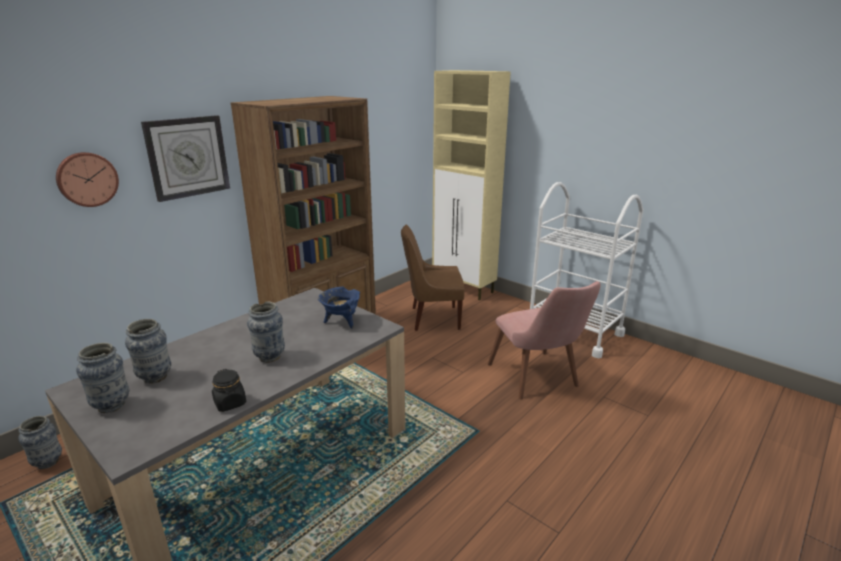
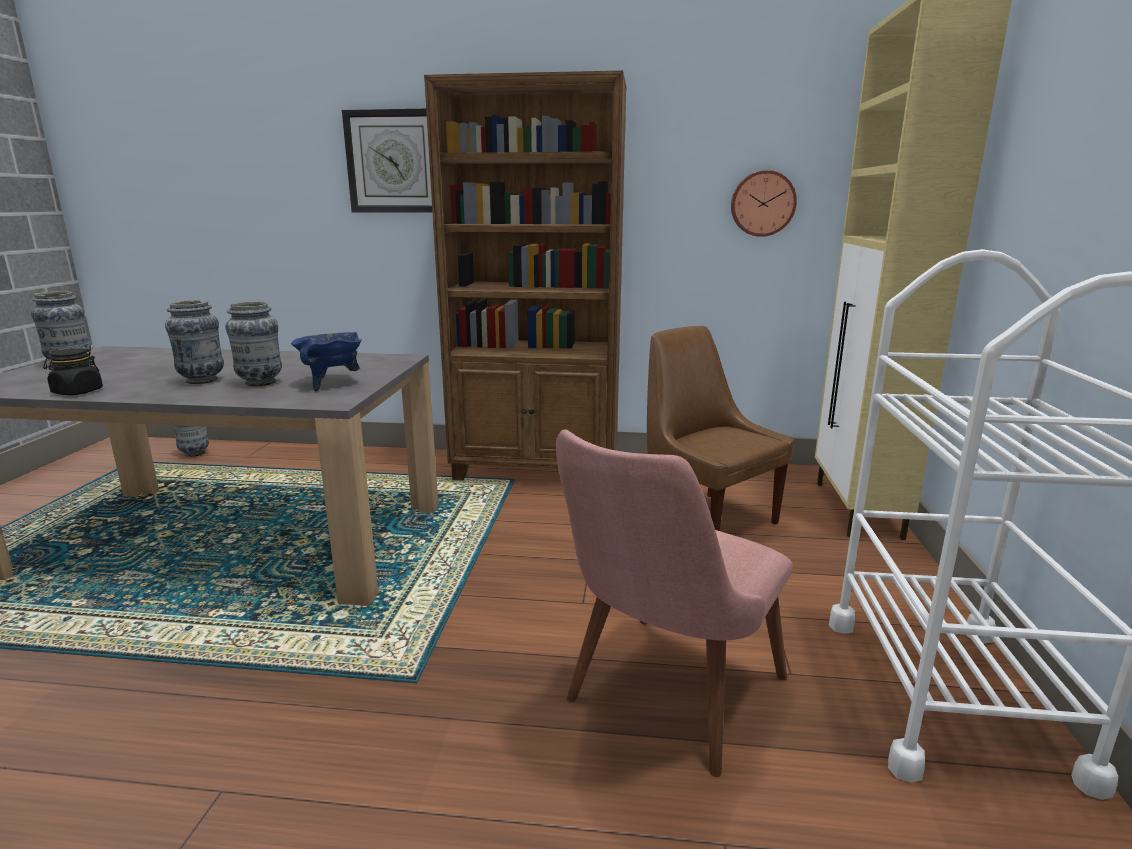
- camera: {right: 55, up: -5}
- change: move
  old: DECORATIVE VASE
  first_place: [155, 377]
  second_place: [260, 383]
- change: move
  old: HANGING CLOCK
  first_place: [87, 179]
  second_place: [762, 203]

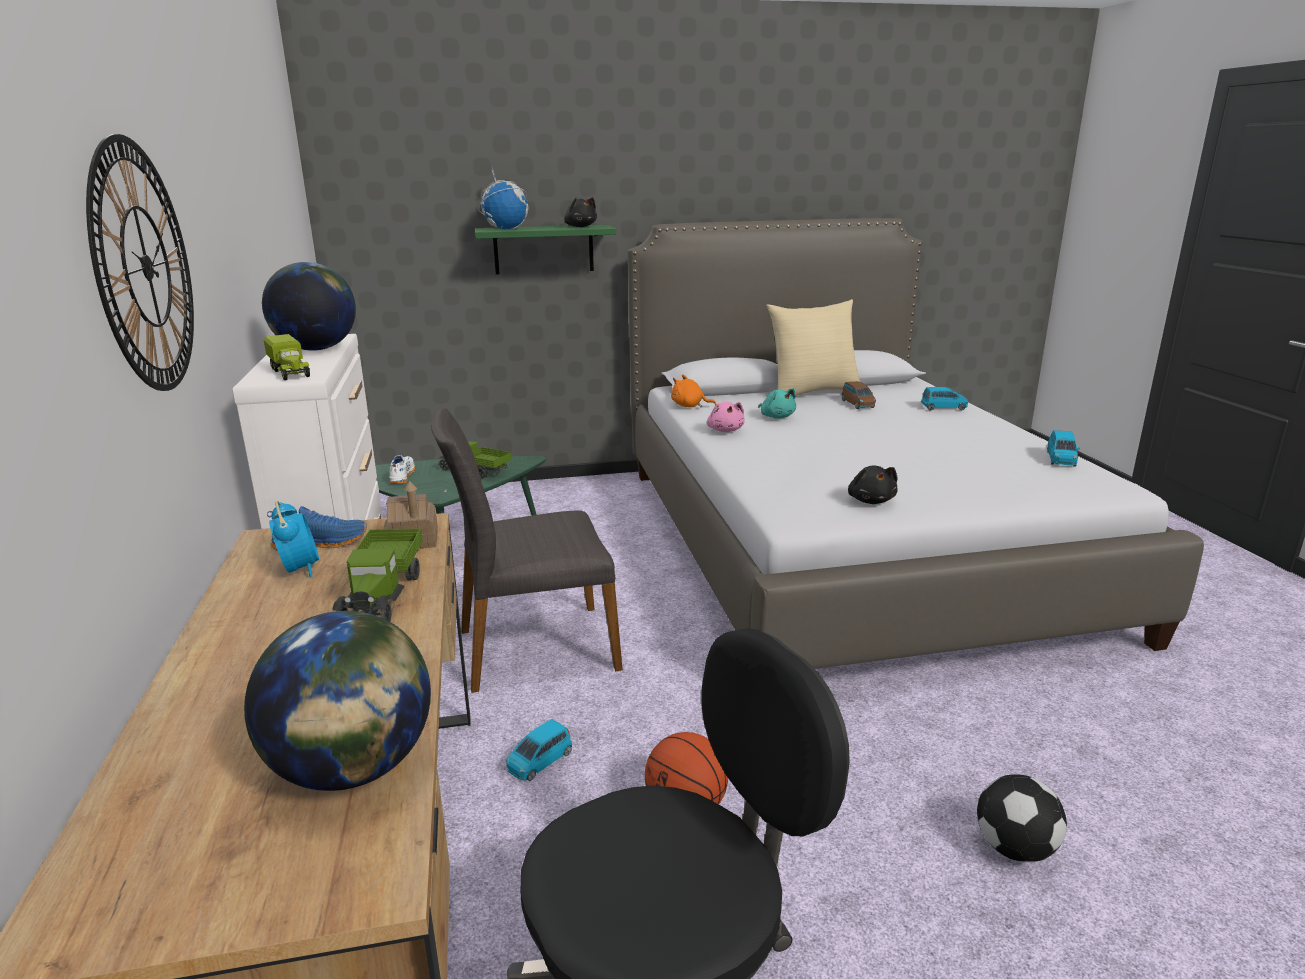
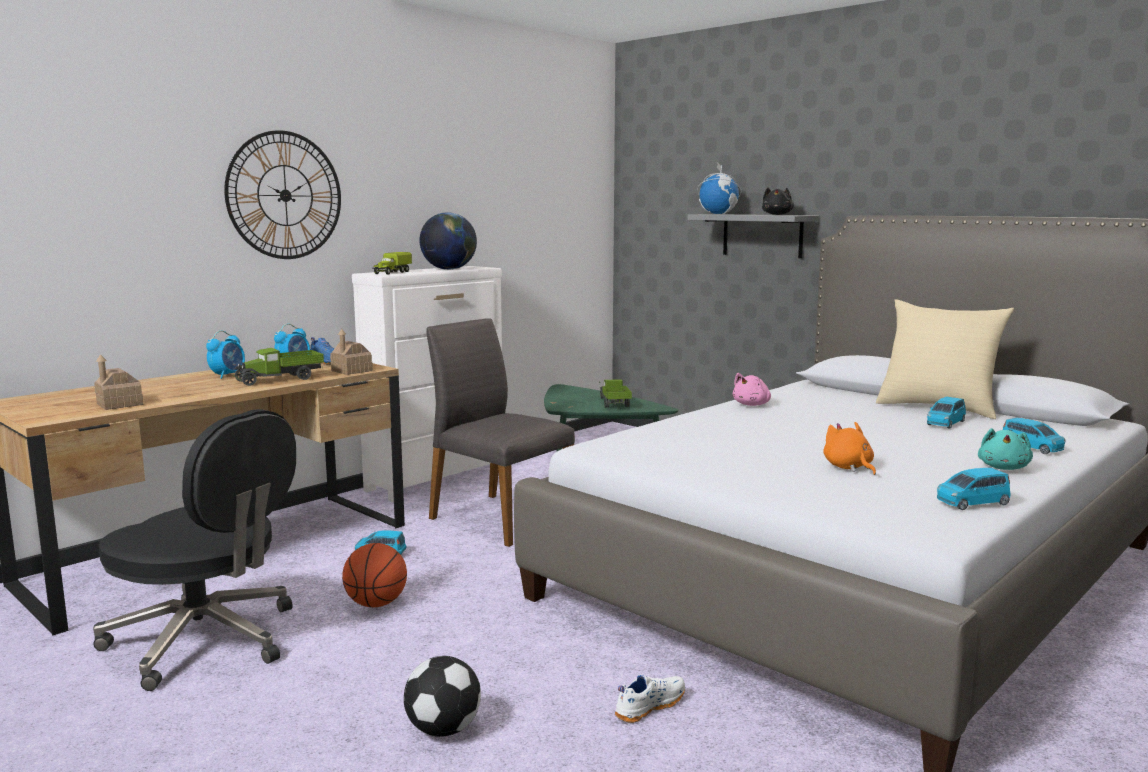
- camera: {right: 55, up: -10}
- change: replace
  old: WORLD GLOBE
  new: MINIATURE HOUSE
  first_place: [354, 768]
  second_place: [119, 404]
- change: insert
  new: TABLE CLOCK
  second_place: [228, 375]
- change: move
  old: WHITE-COLOURED SHOE
  first_place: [401, 476]
  second_place: [649, 706]
- change: recolor
  old: GREEN-COLOURED BRACKET SHELF
  new: GREYISH BRACKET SHELF
  first_place: [543, 249]
  second_place: [762, 235]
- change: move
  old: ORANGE SOFT TOY
  first_place: [689, 406]
  second_place: [849, 468]
- change: recolor
  old: BROWN-COLOURED MODEL CAR
  new: BLUE MODEL CAR
  first_place: [857, 404]
  second_place: [945, 423]
- change: move
  old: TURQUOISE-COLOURED SOFT TOY
  first_place: [776, 417]
  second_place: [1003, 468]
- change: delete
  old: BLACKISH SOFT TOY
  first_place: [871, 500]

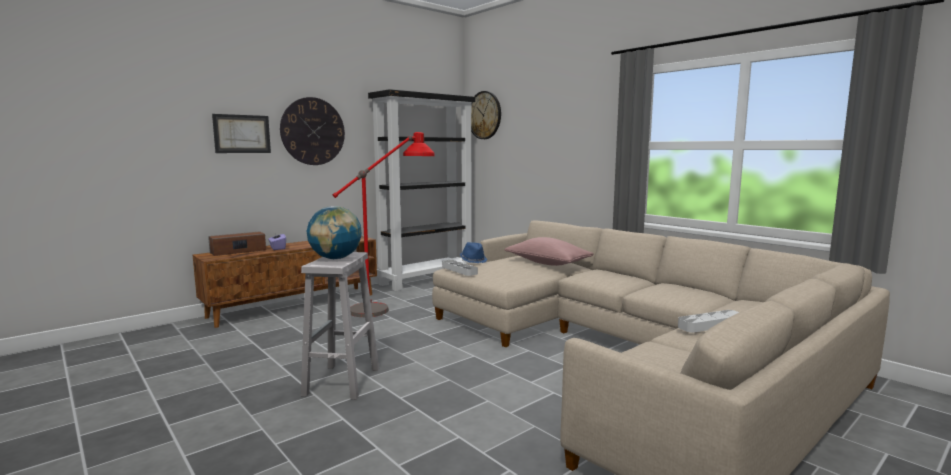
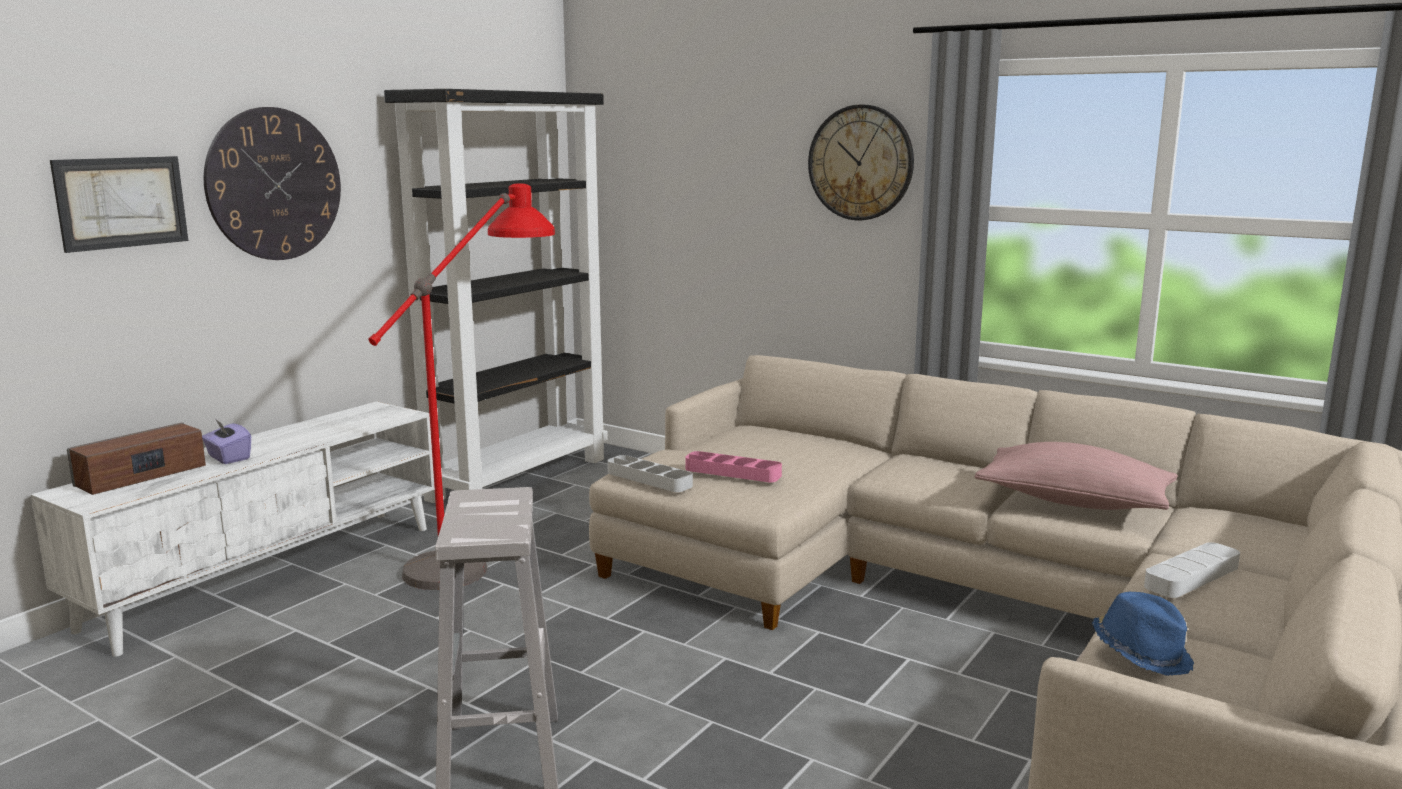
- camera: {right: -15, up: 5}
- change: recolor
  old: BROWN-COLOURED TV STAND
  new: WHITE-COLOURED TV STAND
  first_place: [295, 305]
  second_place: [269, 574]
- change: insert
  new: PINK SERVING TRAY
  second_place: [733, 472]
- change: move
  old: HANGING CLOCK
  first_place: [484, 115]
  second_place: [861, 163]
- change: move
  old: PINK THROW PILLOW
  first_place: [547, 263]
  second_place: [1073, 501]
- change: move
  old: BLUE CLOTHING HAT
  first_place: [473, 260]
  second_place: [1142, 653]
- change: delete
  old: WORLD GLOBE
  first_place: [336, 258]

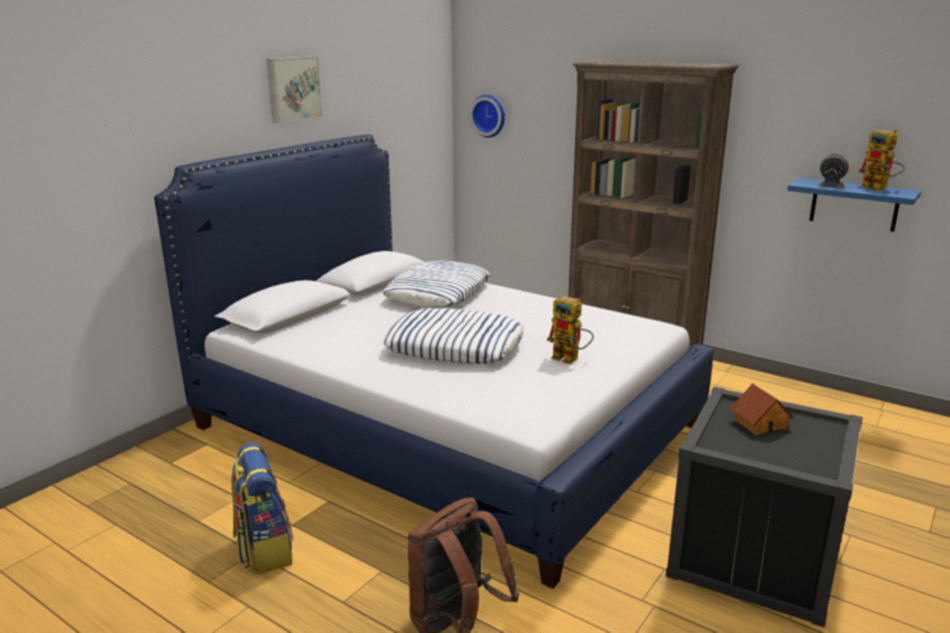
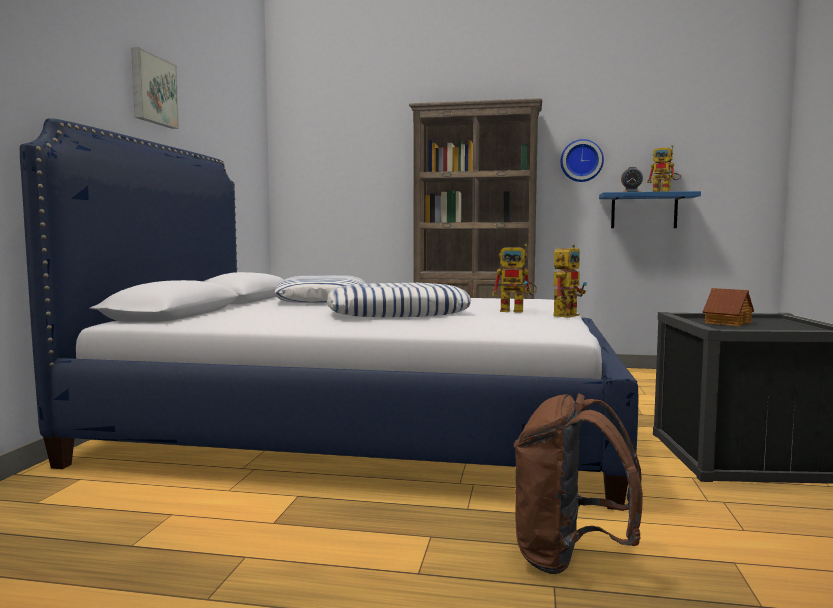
- camera: {right: -25, up: -15}
- change: insert
  new: ROBOT FIGURE
  second_place: [566, 314]
- change: move
  old: HANGING CLOCK
  first_place: [489, 115]
  second_place: [581, 161]
- change: delete
  old: KNAPSACK
  first_place: [264, 550]

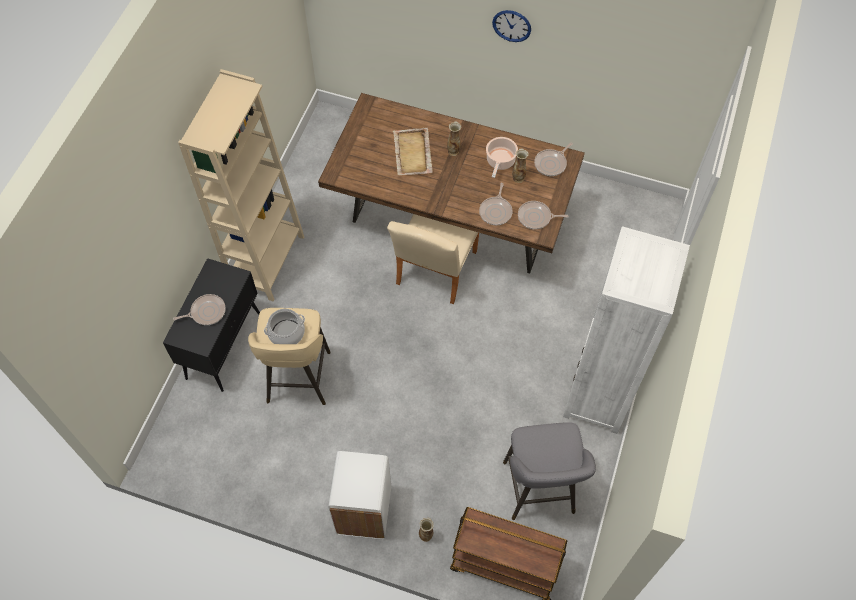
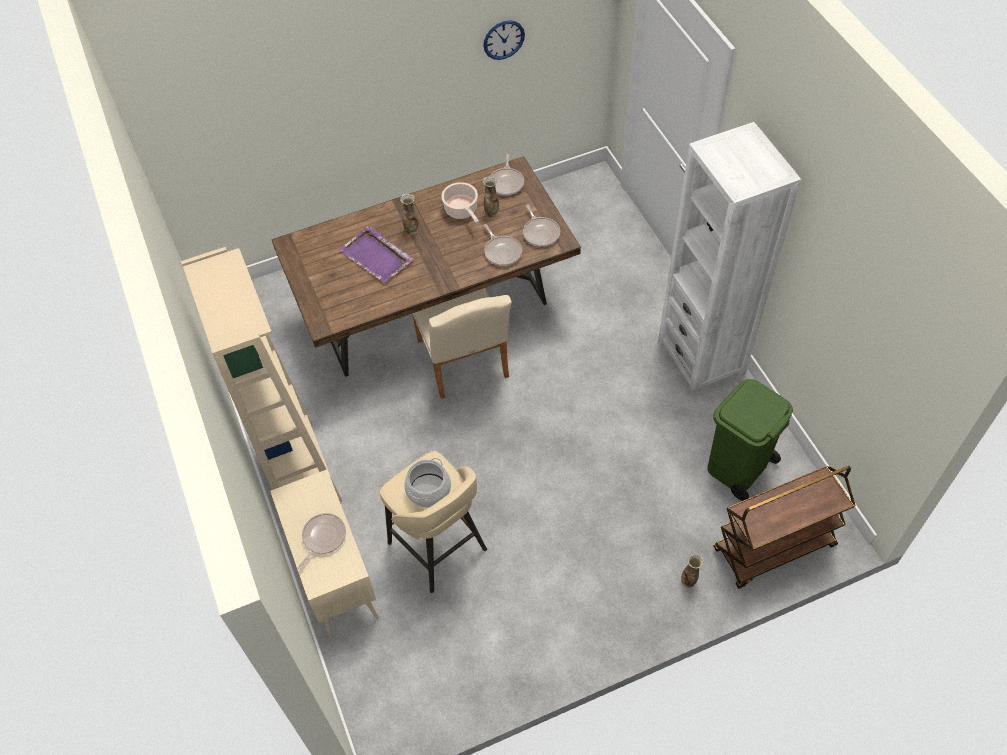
- camera: {right: -40, up: -5}
- change: recolor
  old: BLACKISH CABINET
  new: BEIGE-COLOURED CABINET
  first_place: [224, 345]
  second_place: [335, 577]
- change: recolor
  old: BEIGE-COLOURED SERVING TRAY
  new: PURPLE SERVING TRAY
  first_place: [412, 153]
  second_place: [377, 257]
- change: move
  old: HANGING CLOCK
  first_place: [512, 25]
  second_place: [503, 39]
- change: rotate
  old: SKILLET
  first_place: [536, 217]
  second_place: [540, 233]
  degrees: -75
- change: replace
  old: GREYISH SITTING STOOL
  new: GREEN-COLOURED WASTE BIN
  first_place: [539, 492]
  second_place: [737, 467]
- change: delete
  old: WHITE-COLOURED WASTE BIN
  first_place: [363, 511]

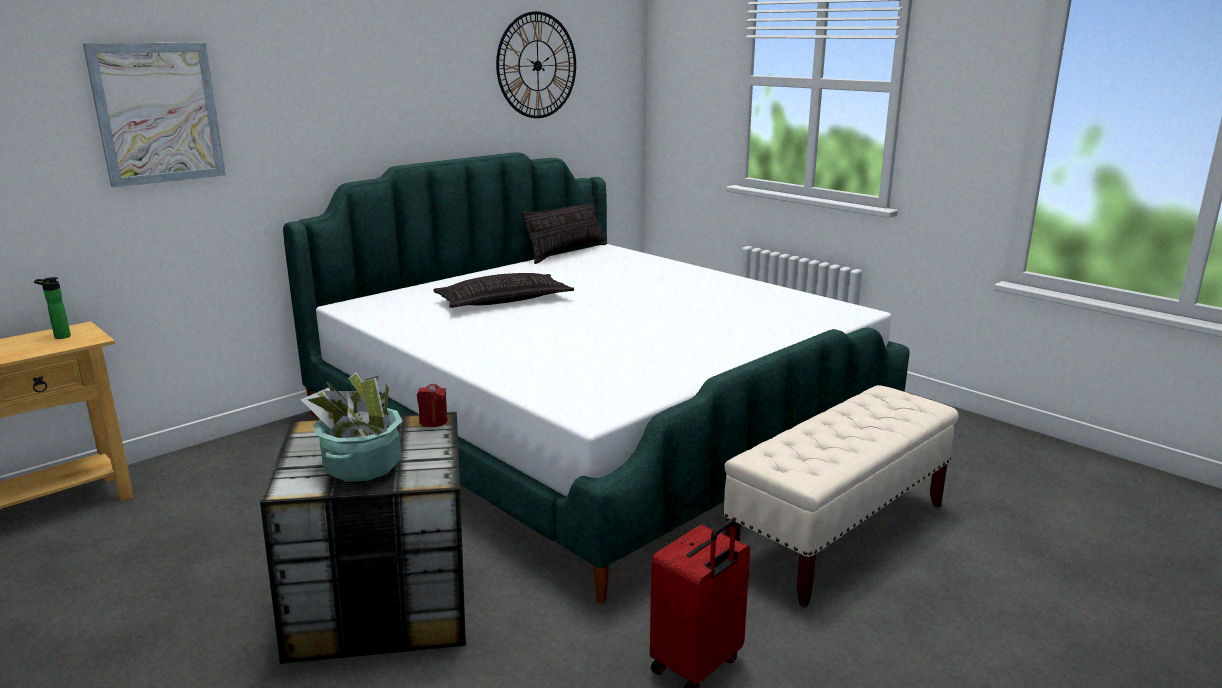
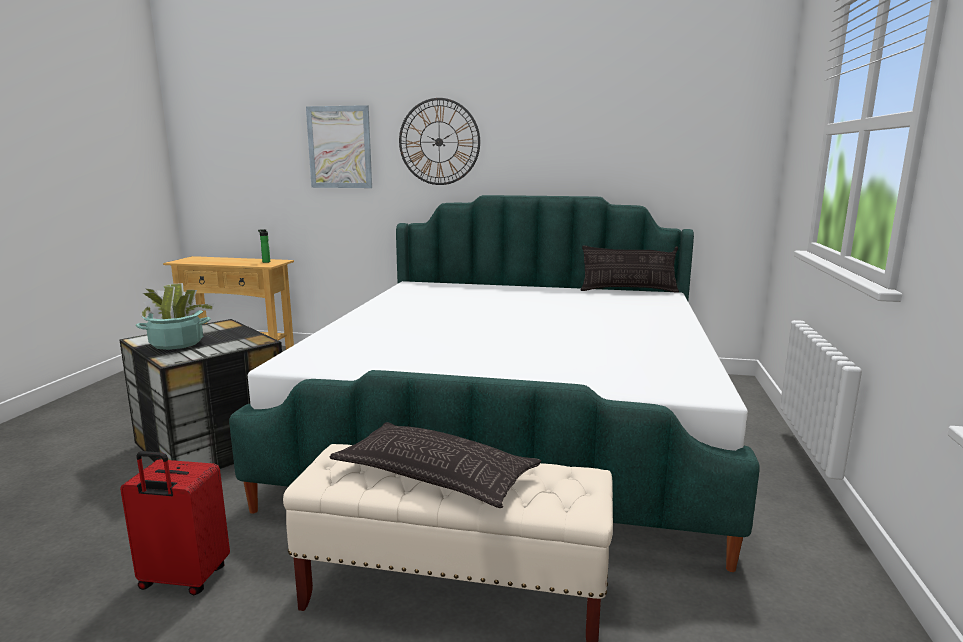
- camera: {right: 55, up: -5}
- change: move
  old: THROW PILLOW
  first_place: [504, 300]
  second_place: [435, 475]
- change: move
  old: HANGING CLOCK
  first_place: [537, 65]
  second_place: [439, 142]
- change: delete
  old: RED WAX CANDLE
  first_place: [433, 421]

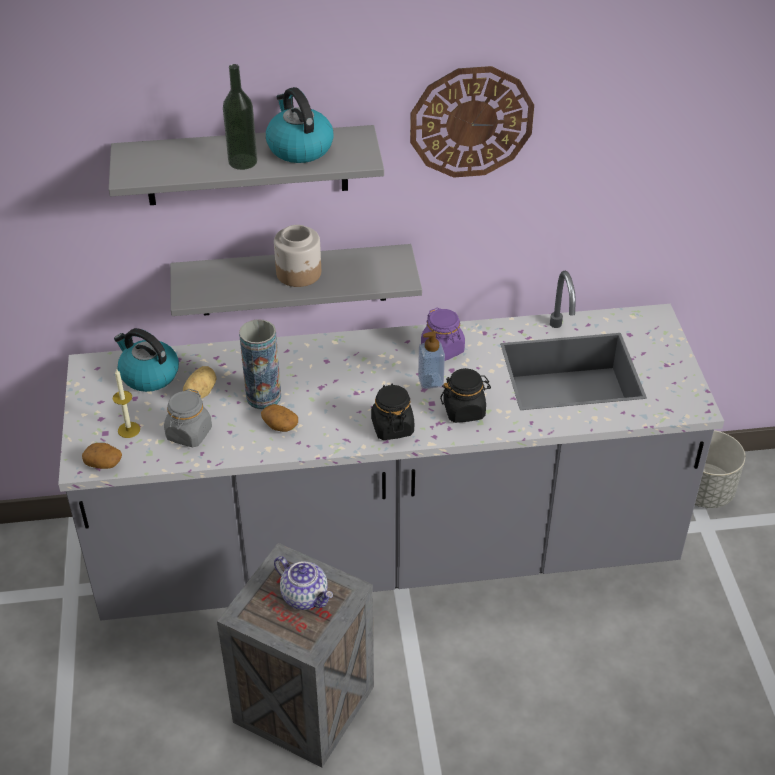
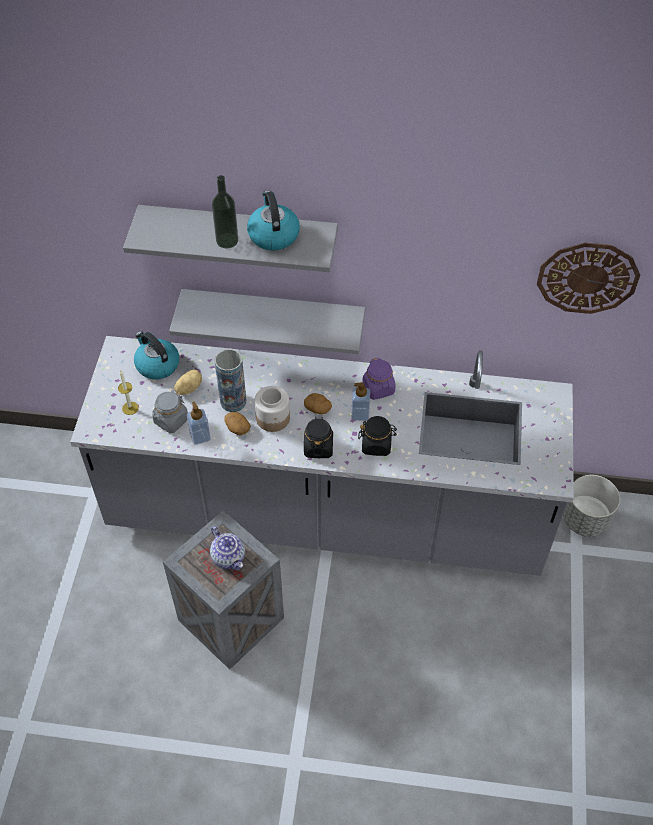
- camera: {right: 15, up: 10}
- change: insert
  new: SOAP DISPENSER
  second_place: [200, 436]
- change: move
  old: STORAGE JAR
  first_place: [299, 273]
  second_place: [273, 418]
- change: move
  old: SPUD
  first_place: [104, 463]
  second_place: [318, 408]
- change: move
  old: HANGING CLOCK
  first_place: [471, 122]
  second_place: [587, 277]

